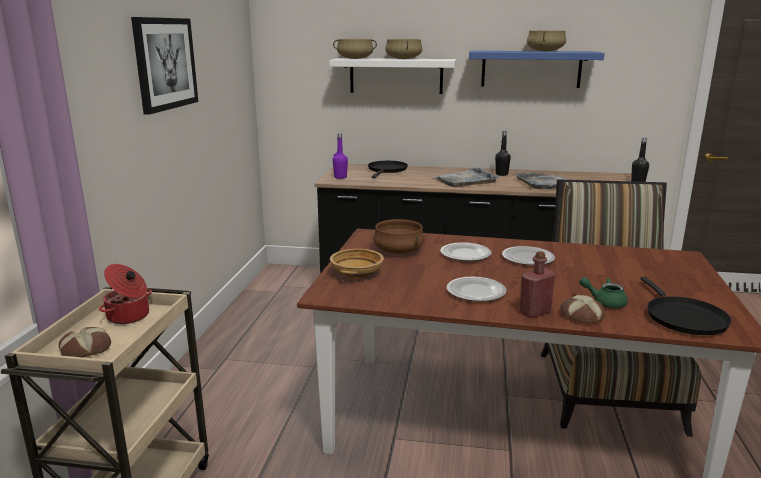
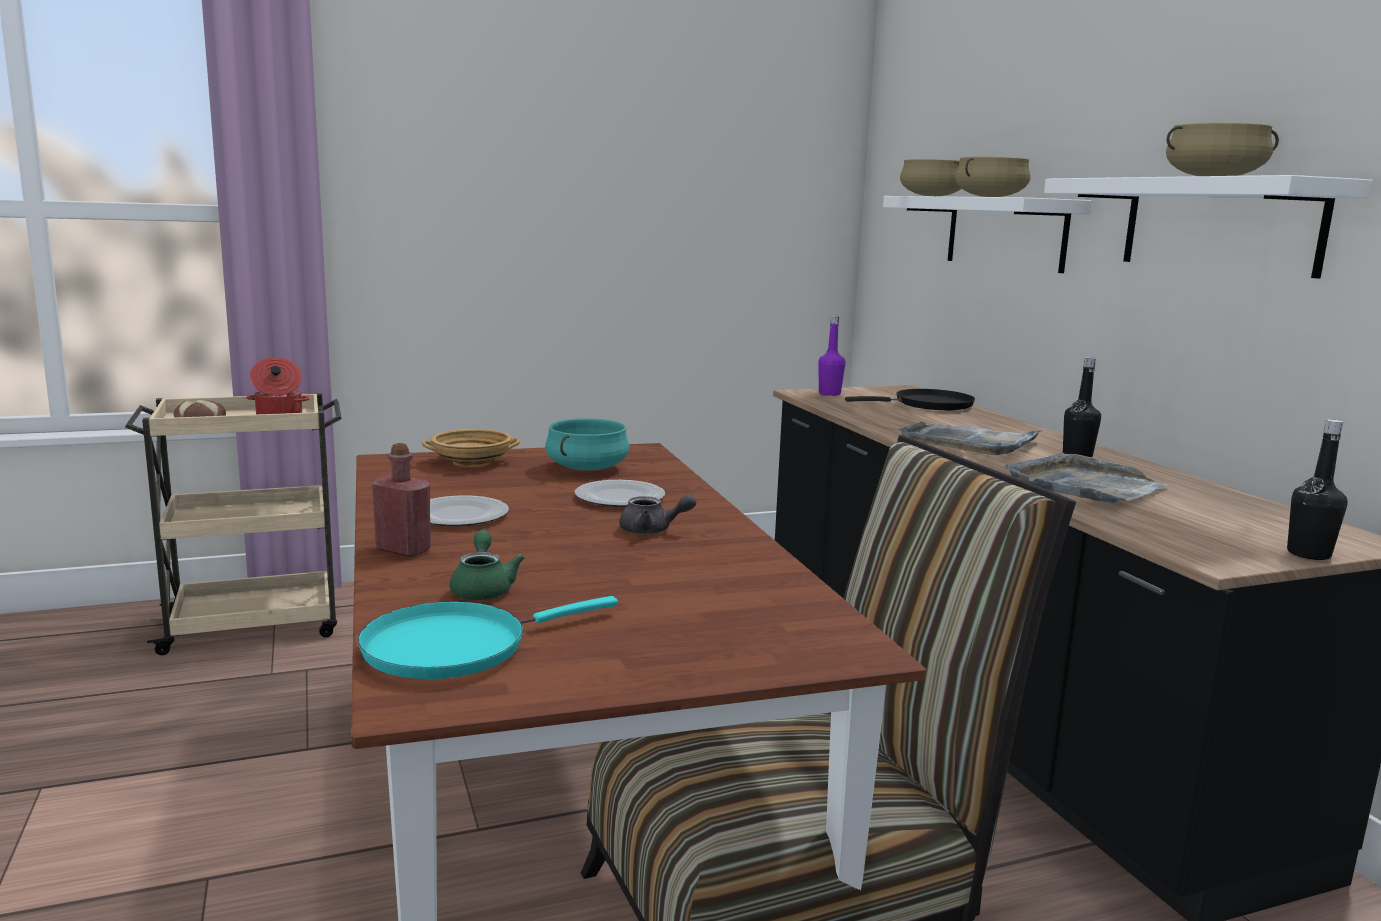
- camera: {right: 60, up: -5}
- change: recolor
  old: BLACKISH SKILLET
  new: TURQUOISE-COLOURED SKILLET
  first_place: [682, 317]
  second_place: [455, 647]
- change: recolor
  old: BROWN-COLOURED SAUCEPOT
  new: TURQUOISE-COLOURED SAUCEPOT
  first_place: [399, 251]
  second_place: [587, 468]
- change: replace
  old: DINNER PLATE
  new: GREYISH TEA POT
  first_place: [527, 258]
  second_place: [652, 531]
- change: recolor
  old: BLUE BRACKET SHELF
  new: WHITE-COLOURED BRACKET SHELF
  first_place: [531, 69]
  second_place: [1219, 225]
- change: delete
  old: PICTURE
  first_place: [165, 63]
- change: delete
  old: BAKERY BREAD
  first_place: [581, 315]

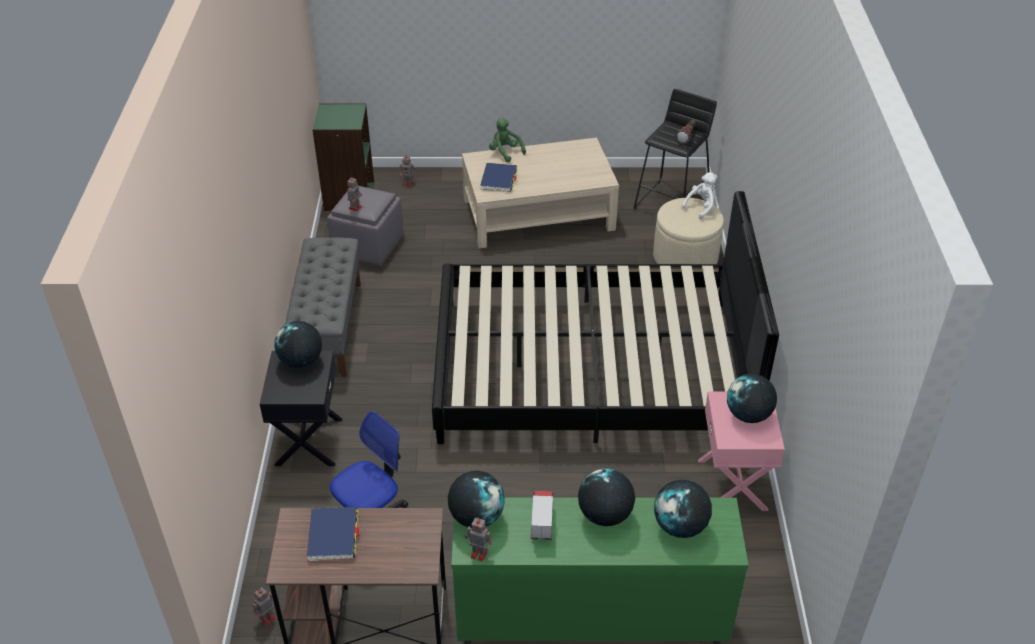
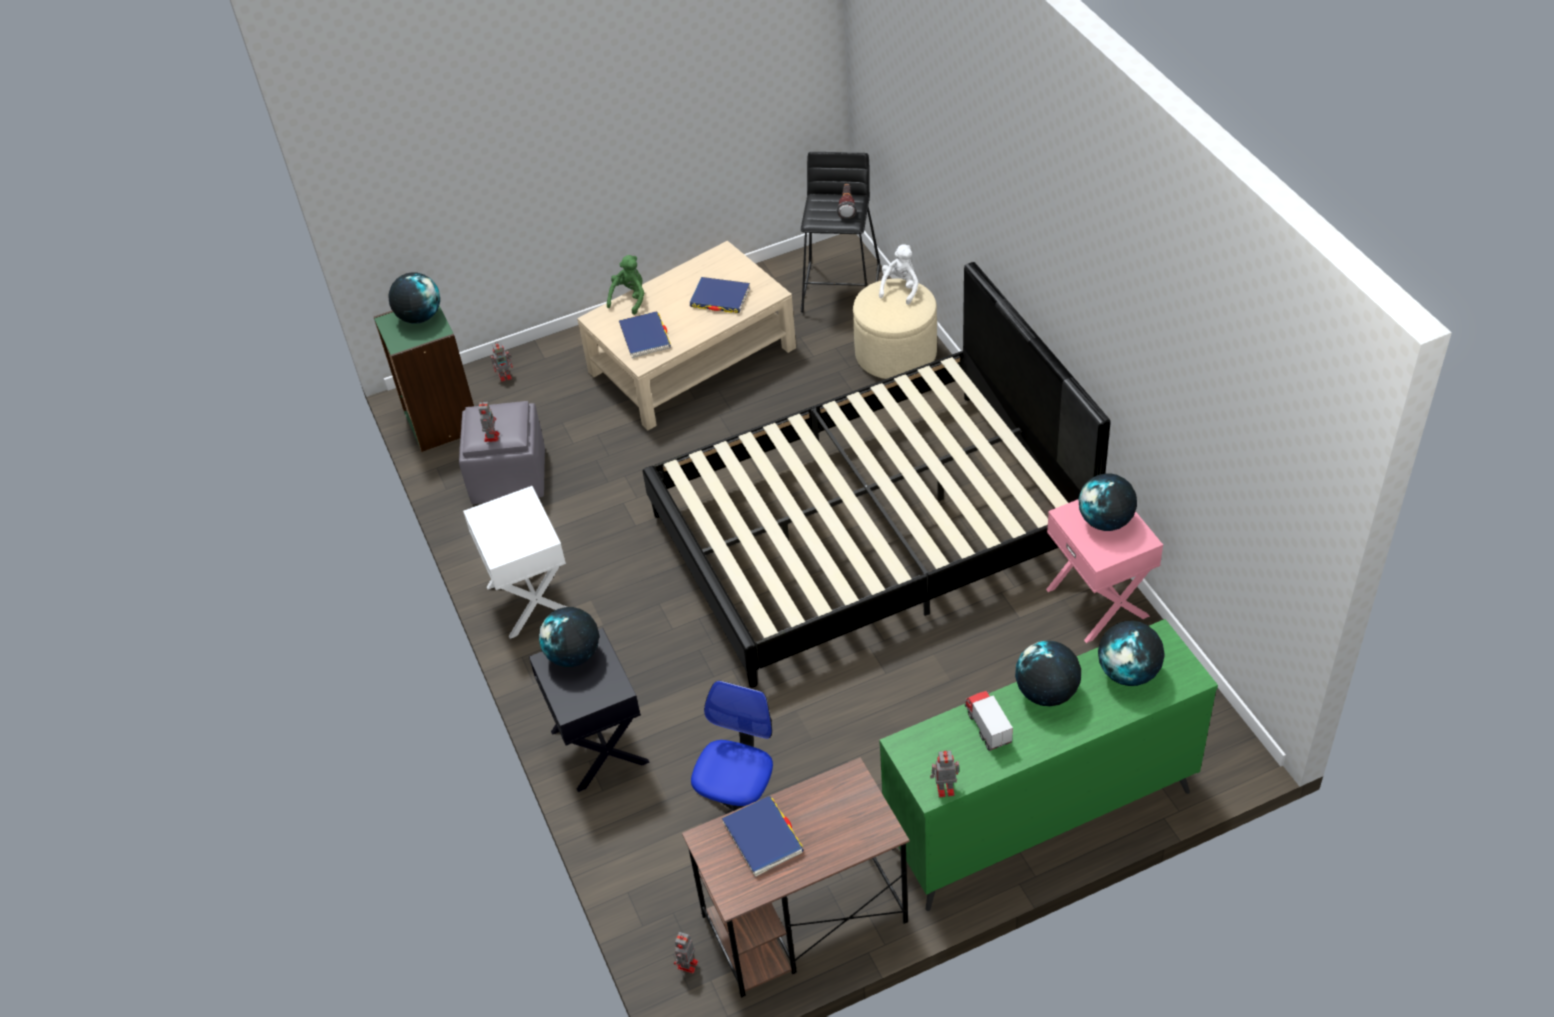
- camera: {right: -20, up: 5}
- change: move
  old: WORLD GLOBE
  first_place: [476, 517]
  second_place: [419, 317]
- change: replace
  old: GREYISH INDOOR BENCH
  new: WHITE-COLOURED BEDSIDE TABLE
  first_place: [328, 328]
  second_place: [530, 600]
- change: rotate
  old: GREEN-COLOURED SOFT TOY
  first_place: [505, 152]
  second_place: [629, 298]
  degrees: 90
- change: insert
  new: BLUE BOUND BOOK
  second_place: [720, 298]

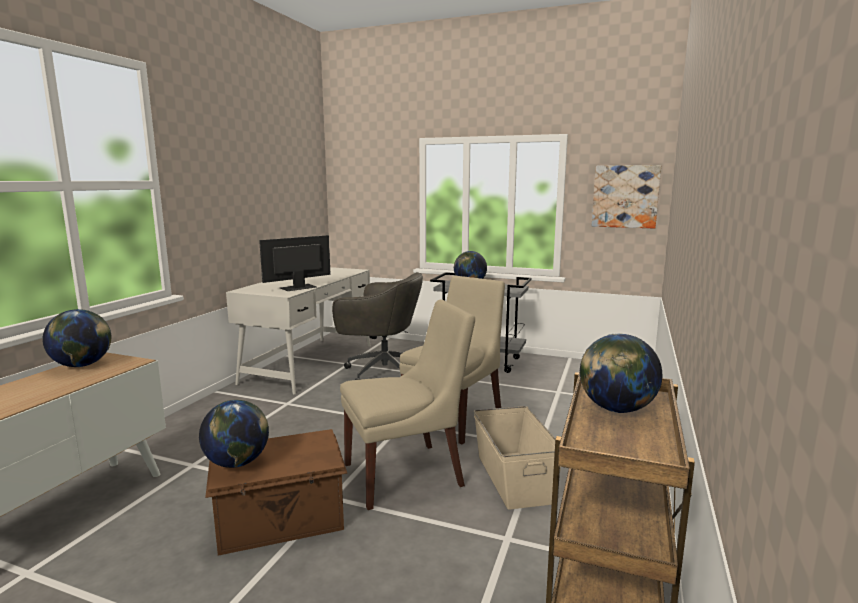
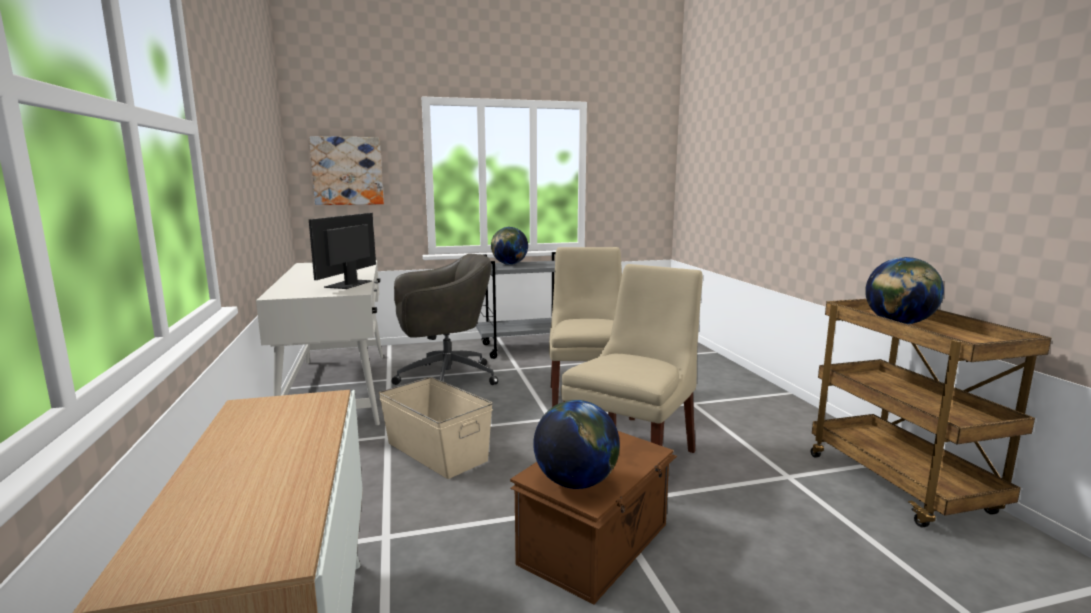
- camera: {right: -35, up: 0}
- change: move
  old: PICTURE
  first_place: [625, 196]
  second_place: [347, 171]
- change: move
  old: BEIGE-COLOURED STORAGE BOX
  first_place: [513, 478]
  second_place: [436, 452]
- change: delete
  old: WORLD GLOBE
  first_place: [82, 365]

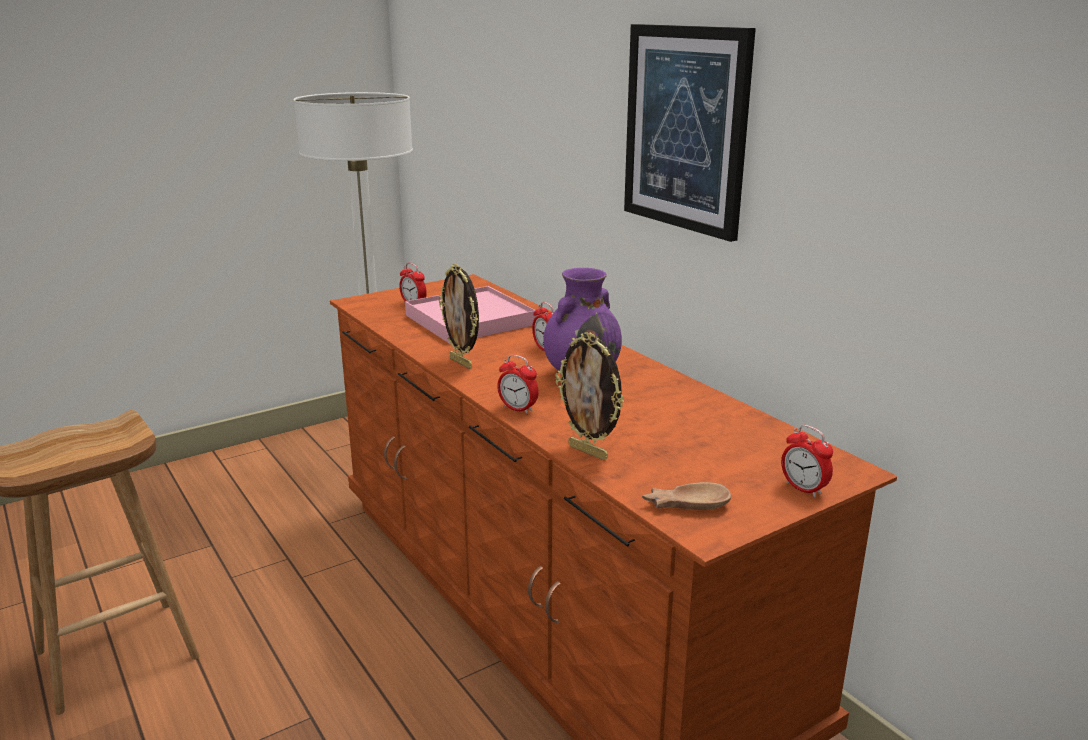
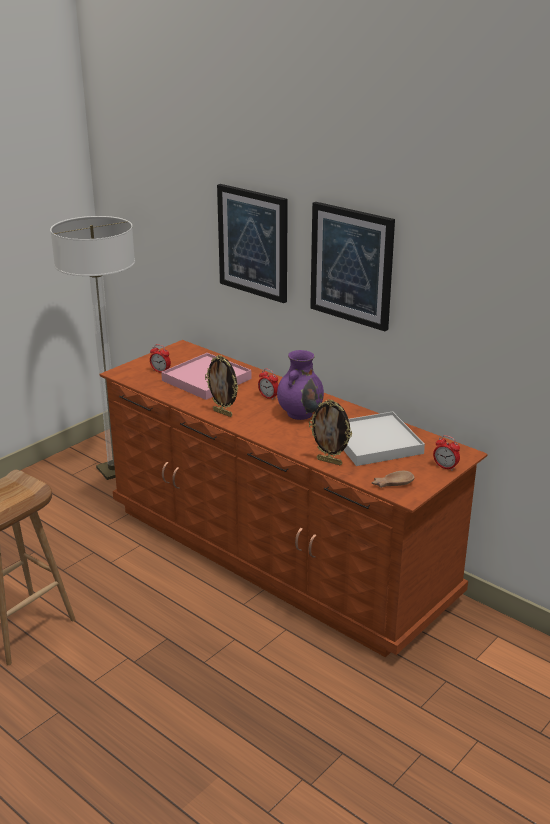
- camera: {right: -15, up: 5}
- change: insert
  new: PICTURE
  second_place: [253, 242]
- change: insert
  new: WHITE-COLOURED SERVING TRAY
  second_place: [374, 442]
- change: delete
  old: TABLE CLOCK
  first_place: [518, 409]

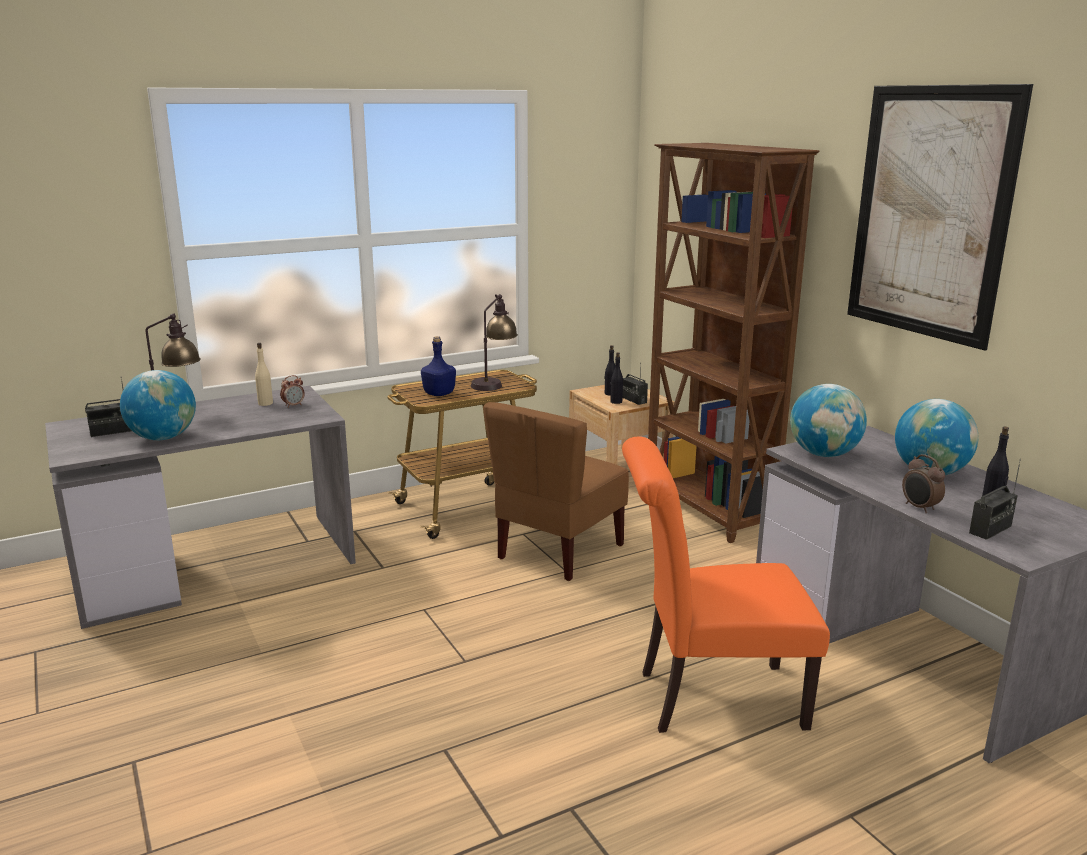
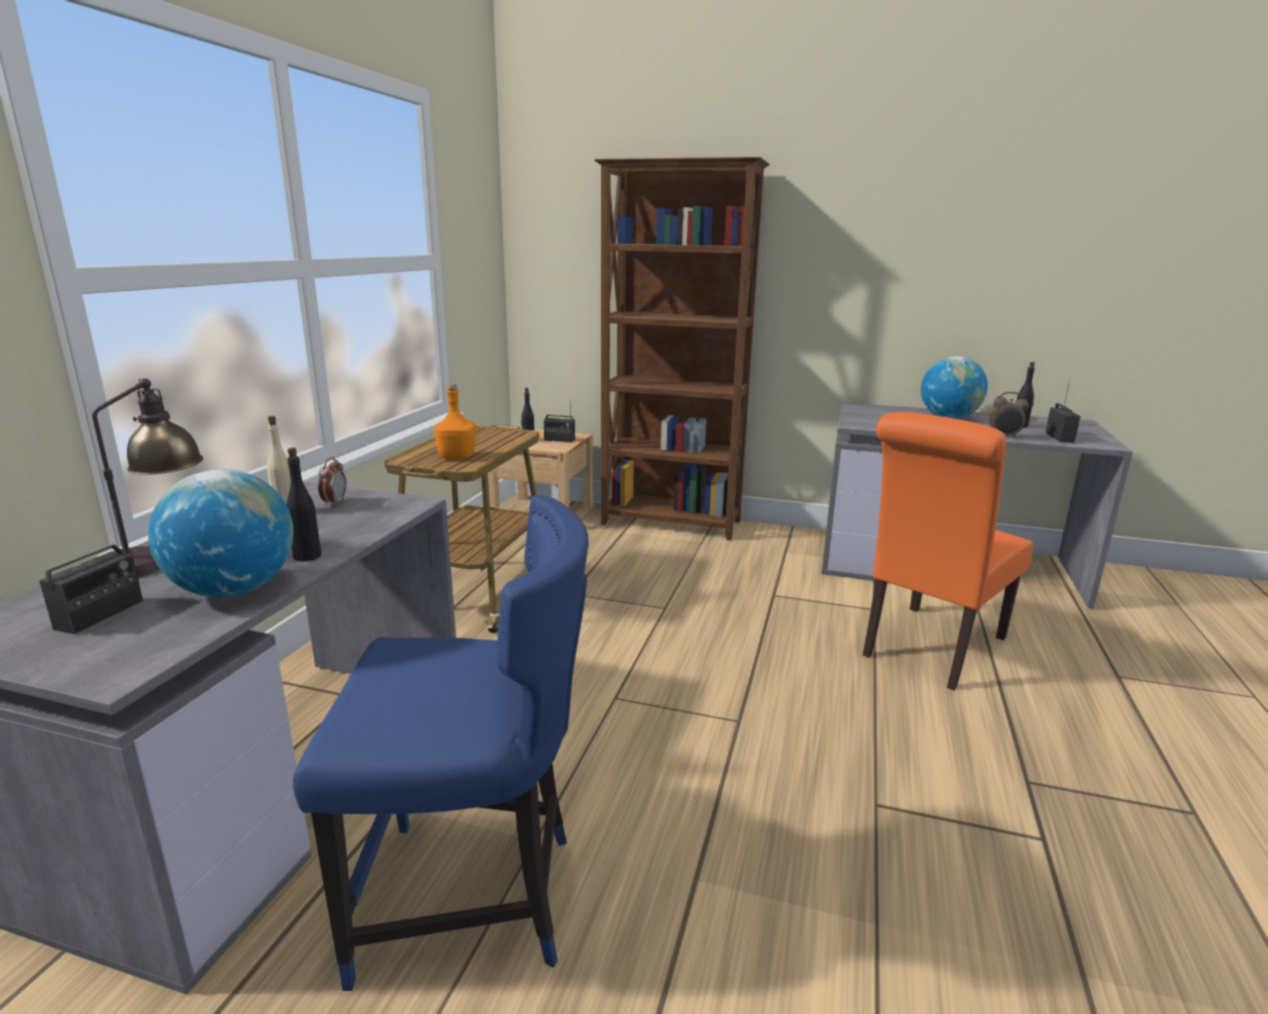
- camera: {right: -45, up: 0}
- change: move
  old: BLACKISH BOTTLE
  first_place: [616, 402]
  second_place: [306, 556]
- change: insert
  new: BLUE CHAIR
  second_place: [472, 899]
- change: recolor
  old: BLUE BOTTLE
  new: ORANGE BOTTLE
  first_place: [439, 393]
  second_place: [457, 457]
- change: delete
  old: TABLETOP LAMP
  first_place: [494, 383]
- change: delete
  old: BROWN-COLOURED CHAIR
  first_place: [558, 551]
- change: delete
  old: WORLD GLOBE
  first_place: [824, 454]
- change: delete
  old: PICTURE
  first_place: [929, 213]

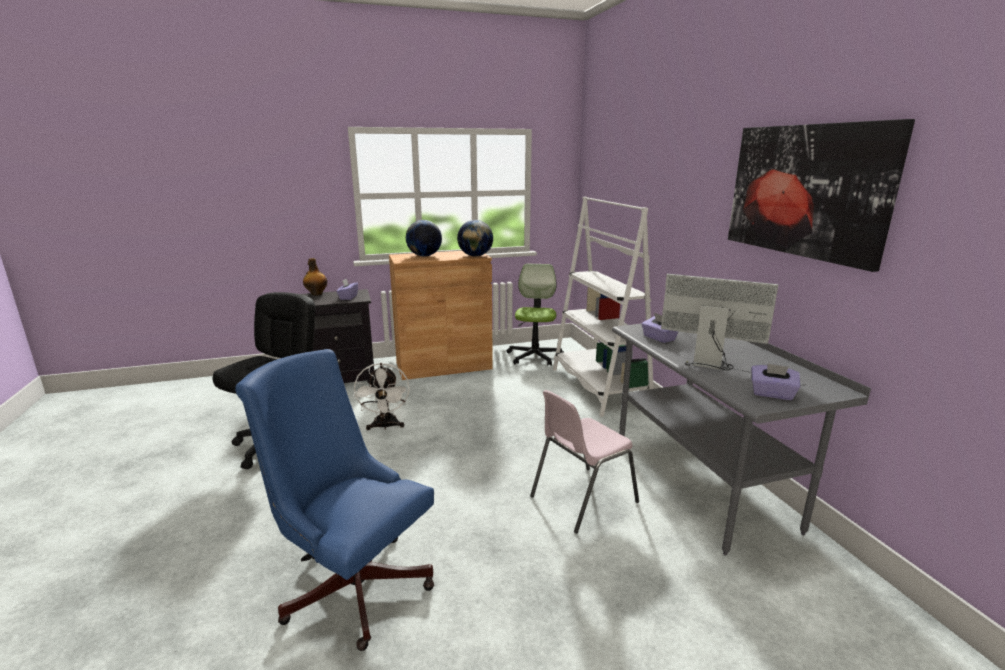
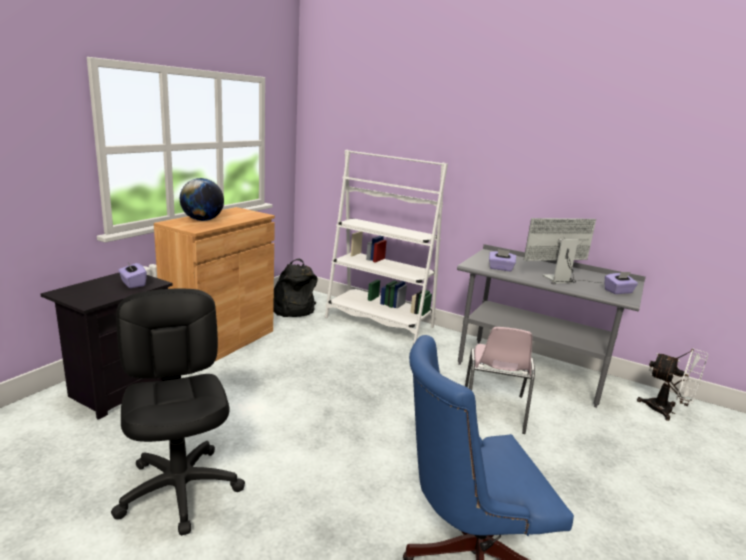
- camera: {right: -45, up: 0}
- change: replace
  old: COMPUTER CHAIR
  new: BLACKISH KNAPSACK
  first_place: [534, 356]
  second_place: [291, 309]
- change: move
  old: WHITE-COLOURED FAN
  first_place: [385, 426]
  second_place: [667, 411]
- change: delete
  old: BOTTLE
  first_place: [316, 294]
- change: delete
  old: WORLD GLOBE
  first_place: [475, 256]
- change: delete
  old: PICTURE
  first_place: [806, 191]

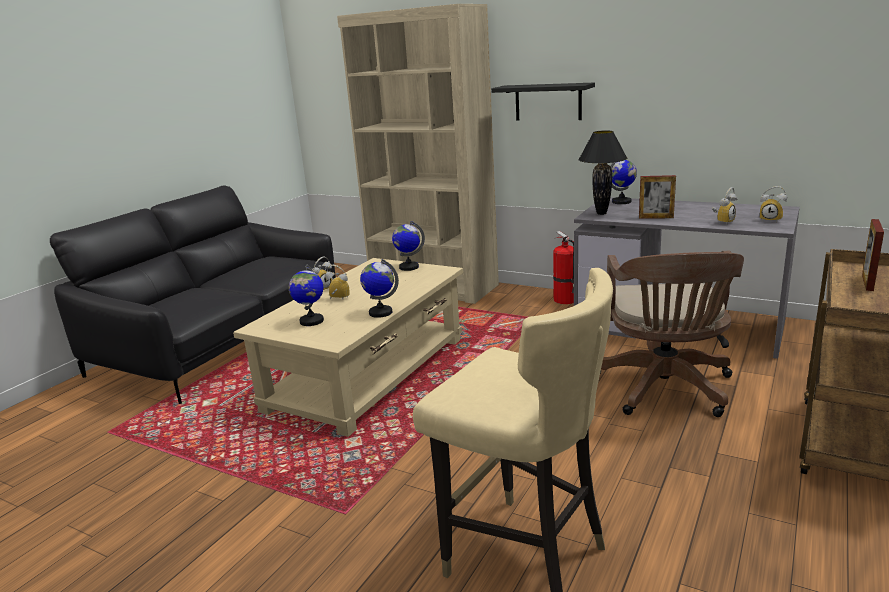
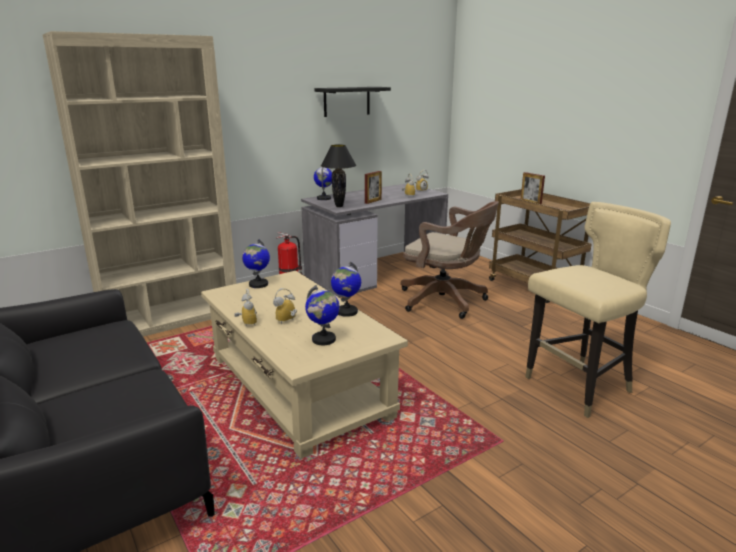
- camera: {right: -65, up: 0}
- change: move
  old: BLACKISH BRACKET SHELF
  first_place: [548, 102]
  second_place: [347, 101]

